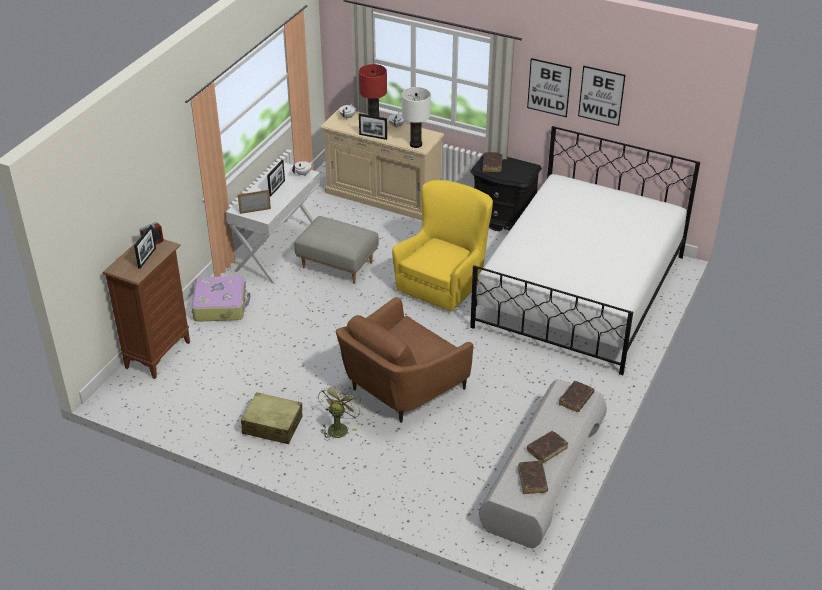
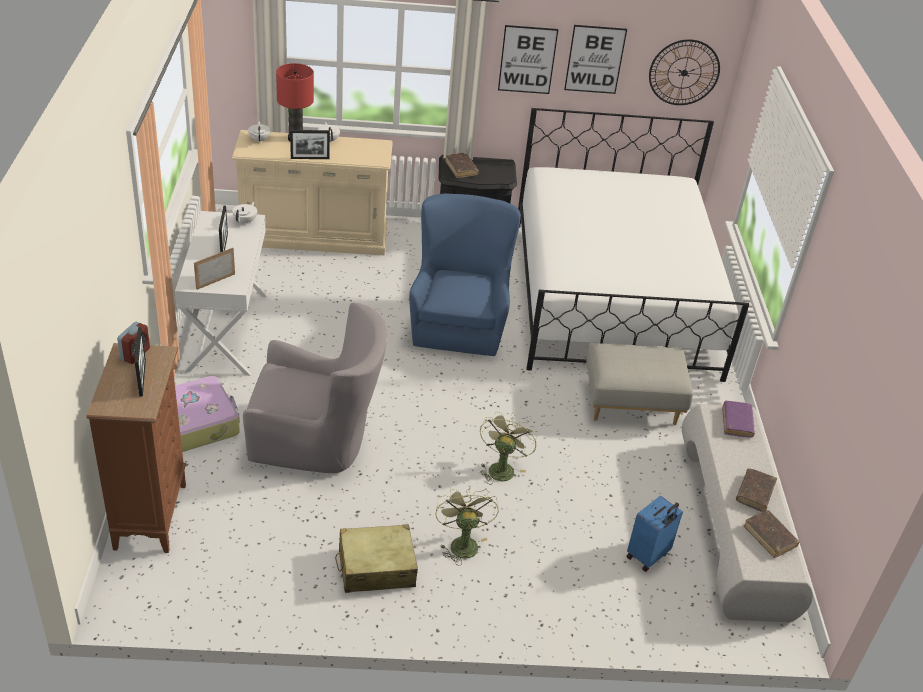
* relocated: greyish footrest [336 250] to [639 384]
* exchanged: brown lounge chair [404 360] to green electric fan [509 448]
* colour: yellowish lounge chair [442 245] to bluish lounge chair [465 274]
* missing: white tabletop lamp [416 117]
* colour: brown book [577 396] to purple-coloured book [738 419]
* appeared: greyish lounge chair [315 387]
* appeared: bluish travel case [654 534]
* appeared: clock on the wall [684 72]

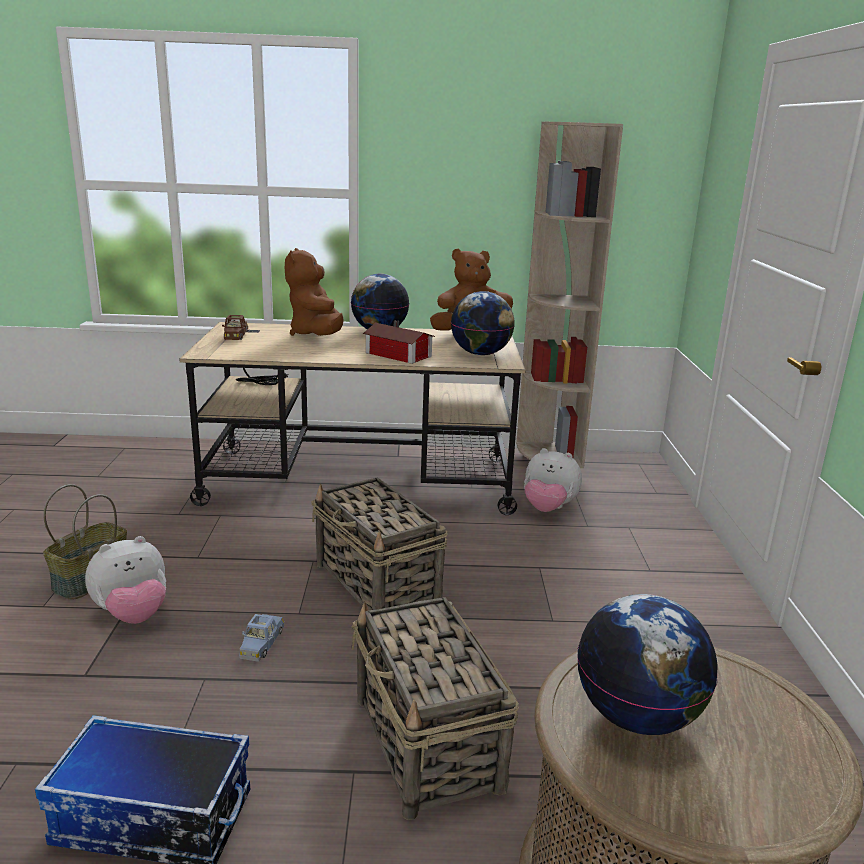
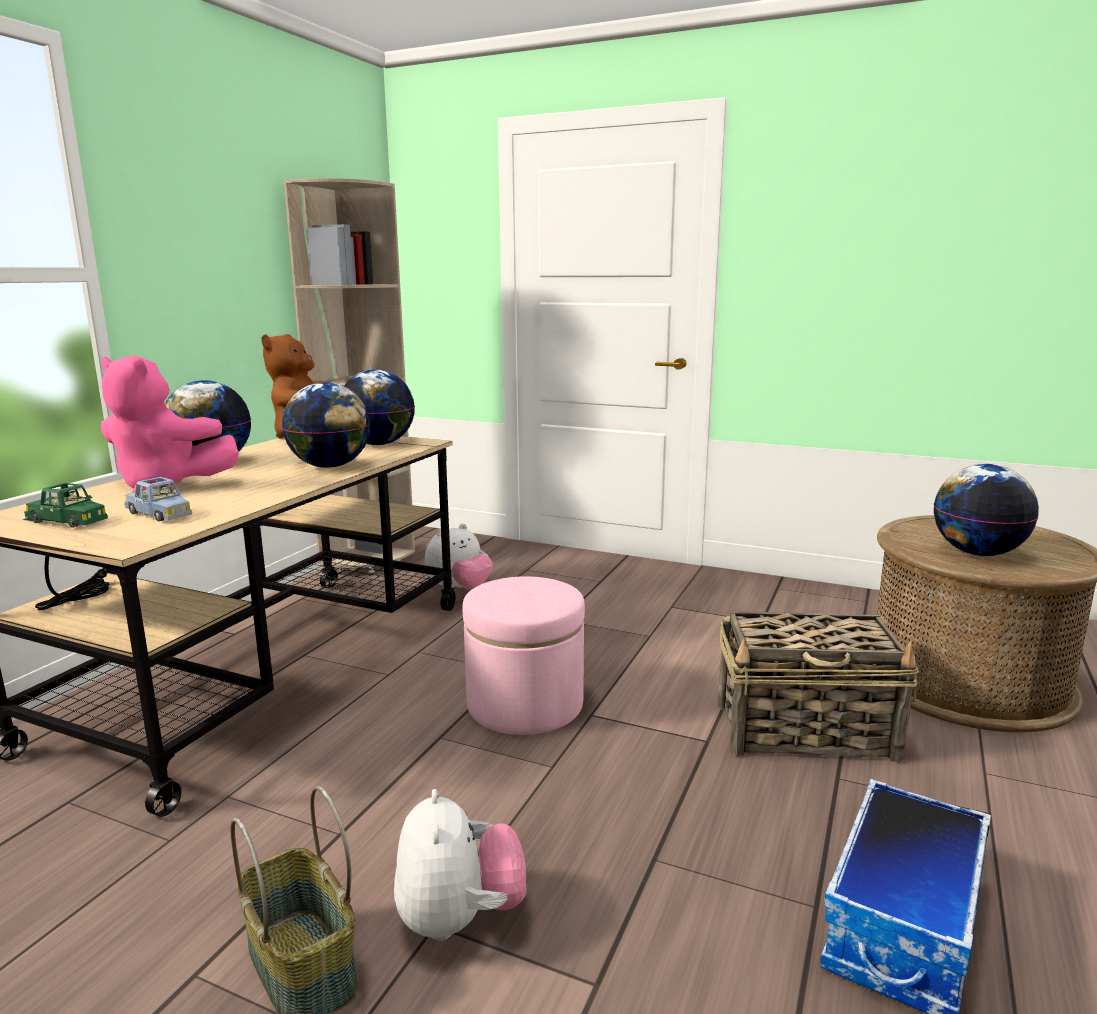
* colour: brown toy car [235 327] to green toy car [66 505]
* relocated: bluish toy car [262 638] to [158 499]
* colour: brown cuddly toy [314 292] to pinkish cuddly toy [170 424]
* exchanged: storage basket [379 543] to pinkish footrest [523 655]
* exchanged: toy house [399 342] to globe [326 425]

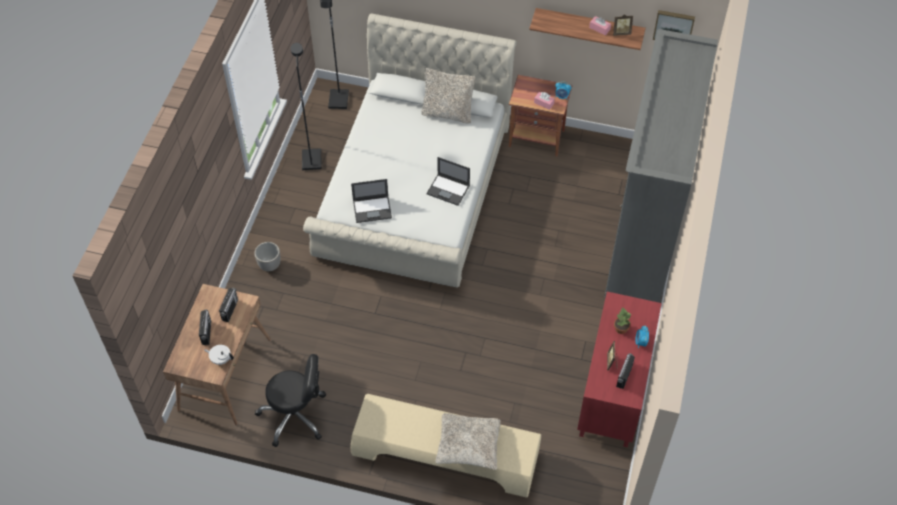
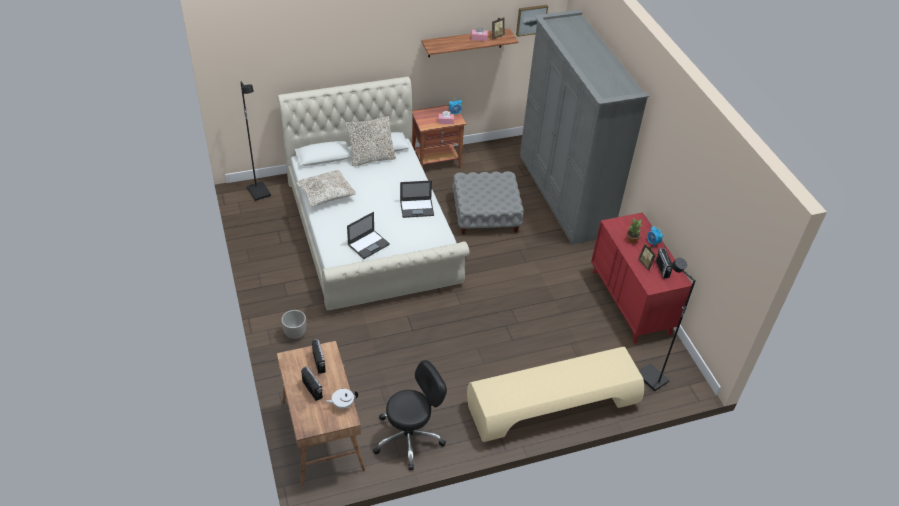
* relocated: black-coloured standard lamp [306 106] to [667 324]
* relocated: beige-coloured throw pillow [468 441] to [326 188]
* appeared: greyish footrest [488 202]

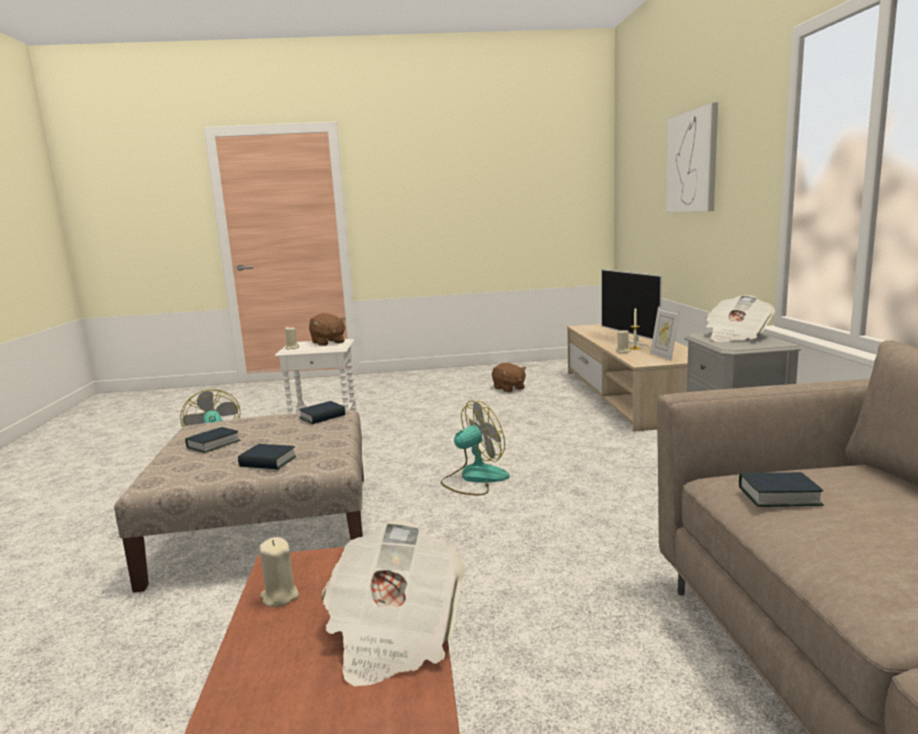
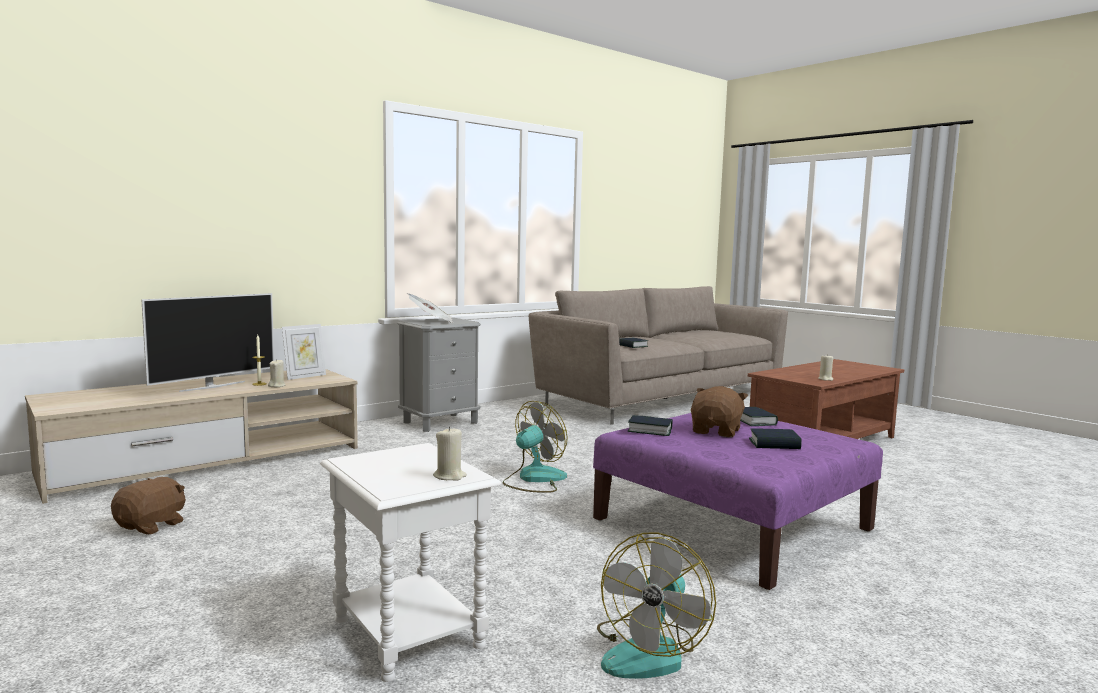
* colour: beige-coloured footrest [239 501] to purple-coloured footrest [738 501]
* relocated: brown cuddly toy [327 329] to [719 411]
* missing: printed paper [393 603]
* spun: electric fan [475 447] = [535 447] 105 degrees clockwise
* missing: wall art [692 157]

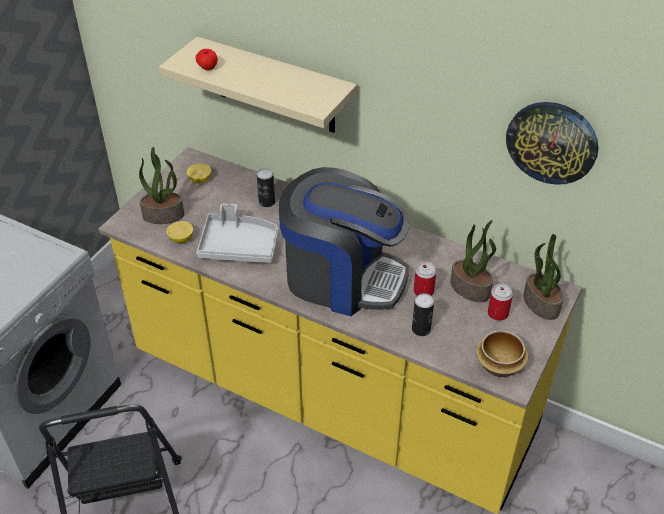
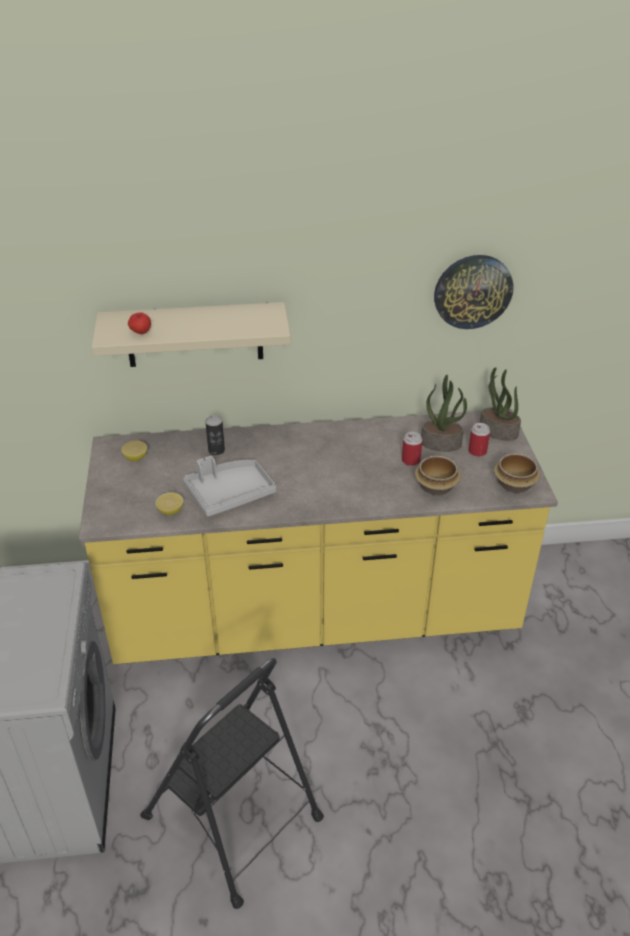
* missing: potted plant [161 185]
* missing: coffee machine [344 241]
* exchanged: can [423 314] to serving bowl [438 475]

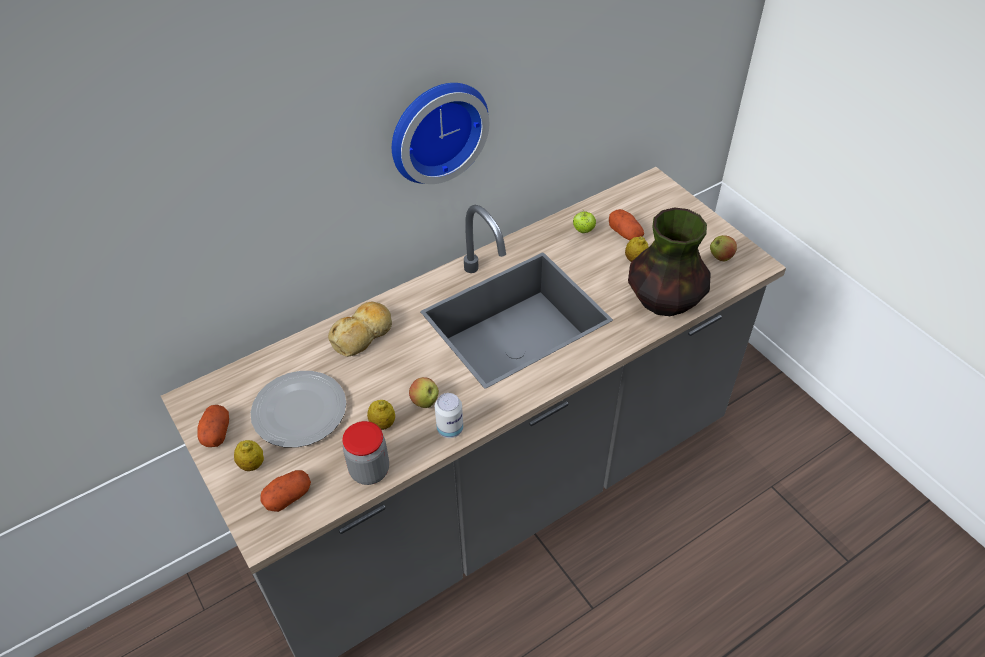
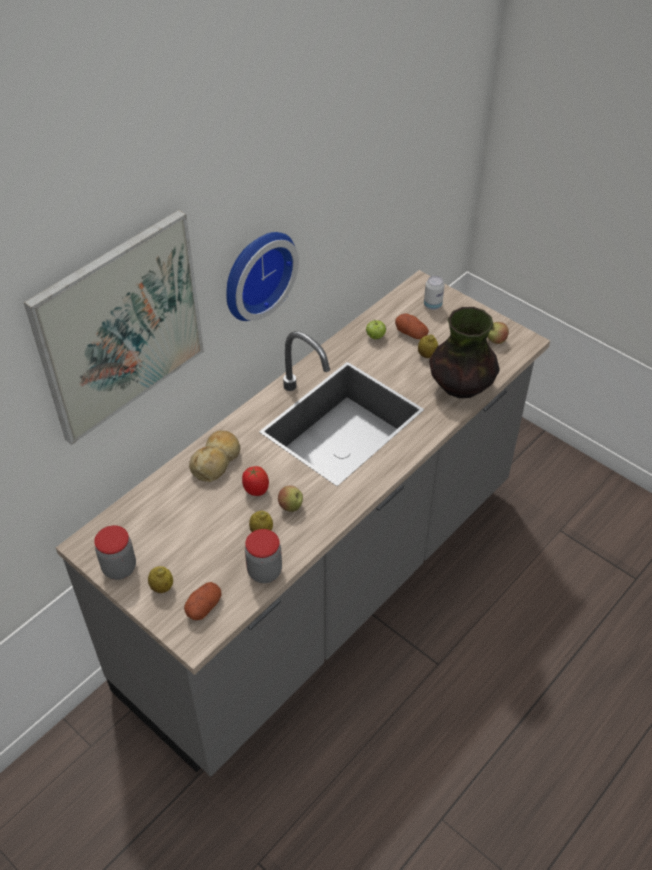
* exchanged: spud [213 426] to jar [115 552]
* missing: flat dish [298 409]
* relocated: can [449 415] to [434 293]
* appeared: wall art [114 327]
* appeared: fresh tomato [255 481]

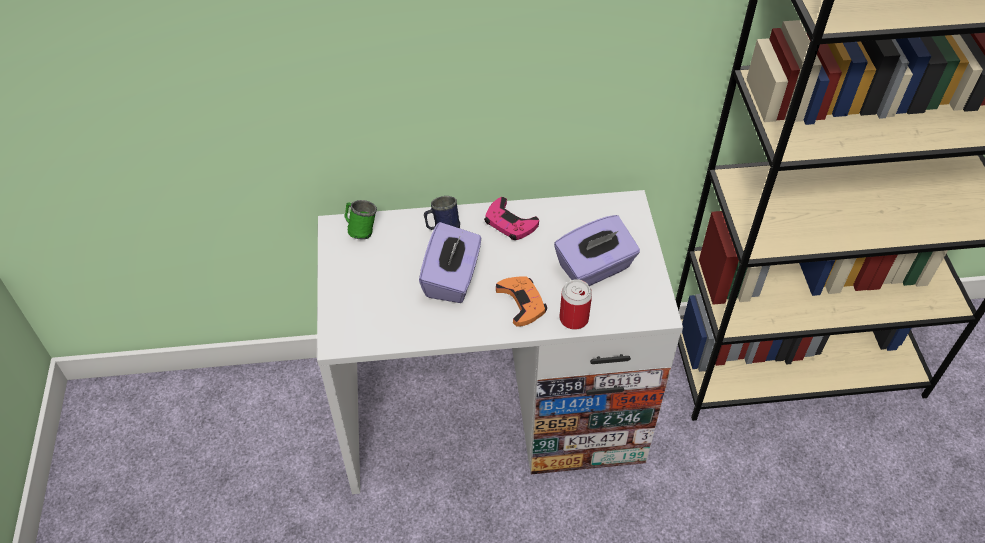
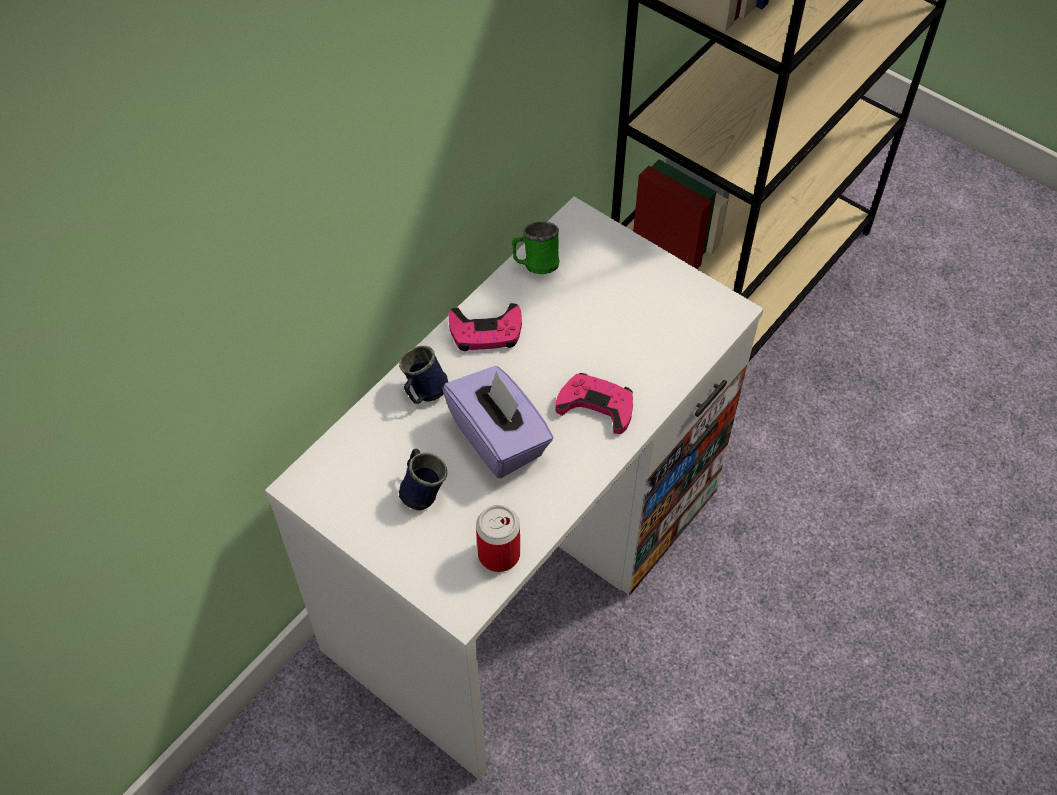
* relocated: green tea mug [361 220] to [536 247]
* colour: orangey joypad [521 301] to pinkish joypad [594 403]
* missing: purple-coloured tissue holder [597 250]
* relocated: can [575 304] to [498 538]
* appeared: bluish tea mug [423 479]

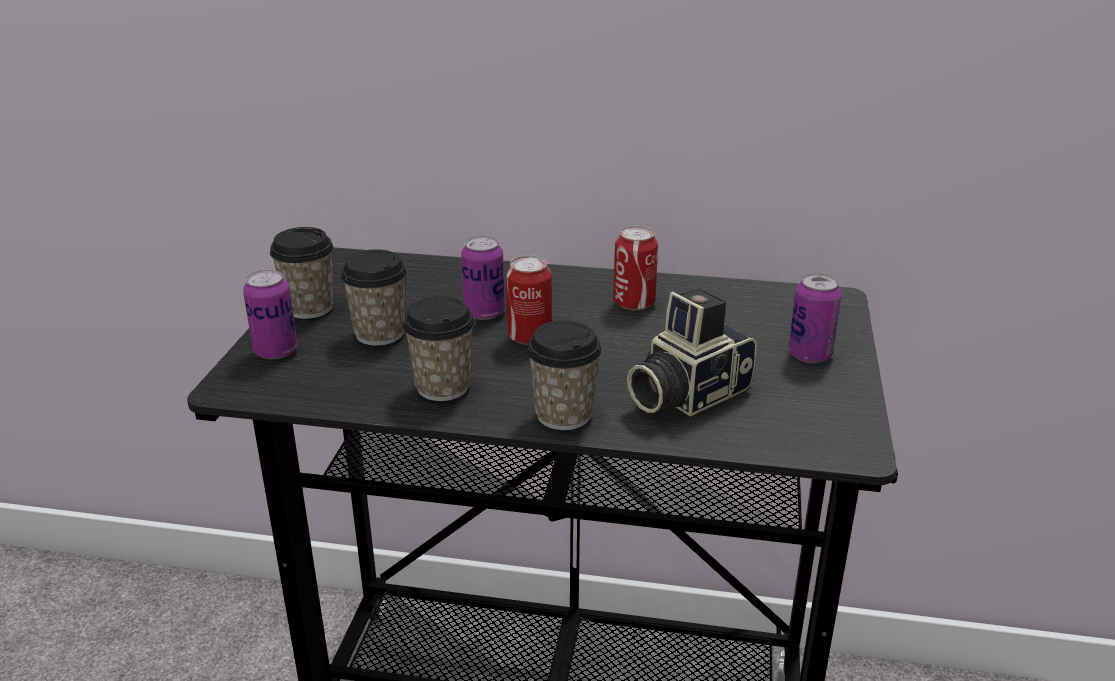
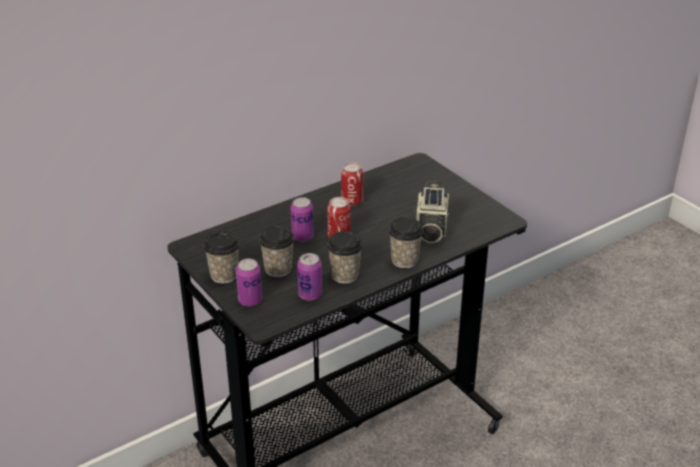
* relocated: can [815 318] to [309 277]

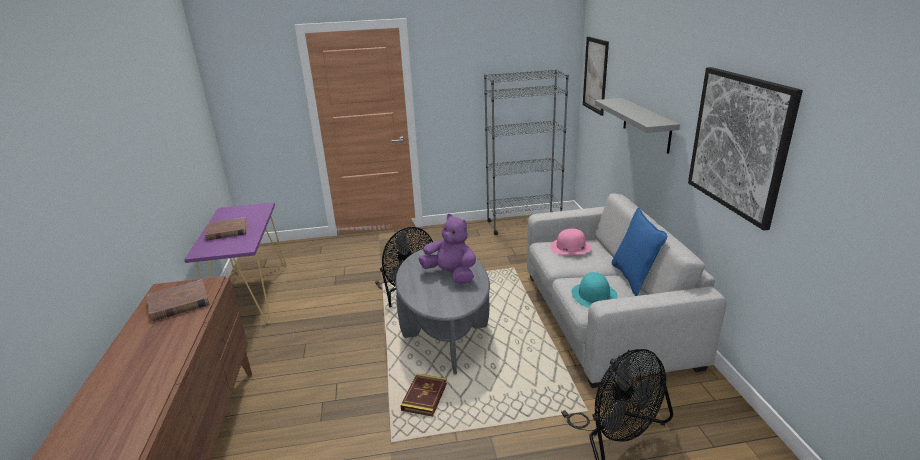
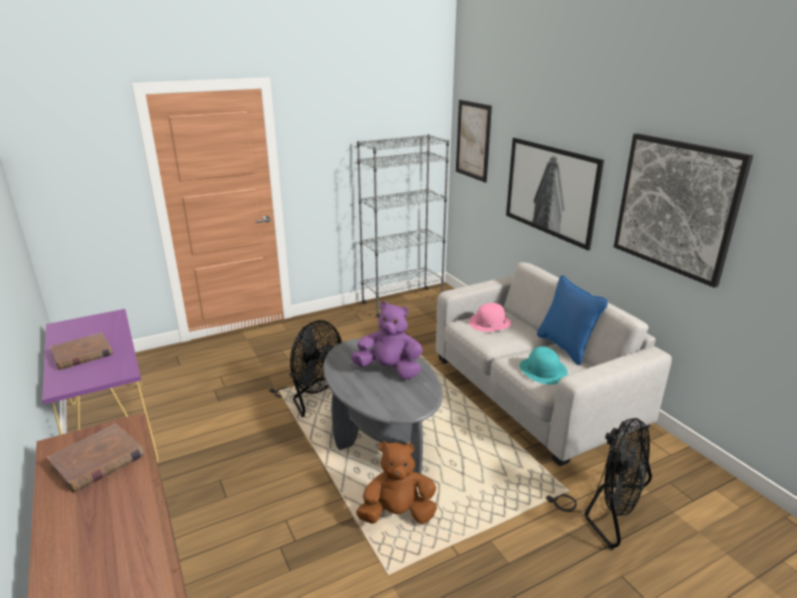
* exchanged: book [423 395] to brown cuddly toy [396 482]
* exchanged: greyish bracket shelf [637 126] to wall art [555 194]

